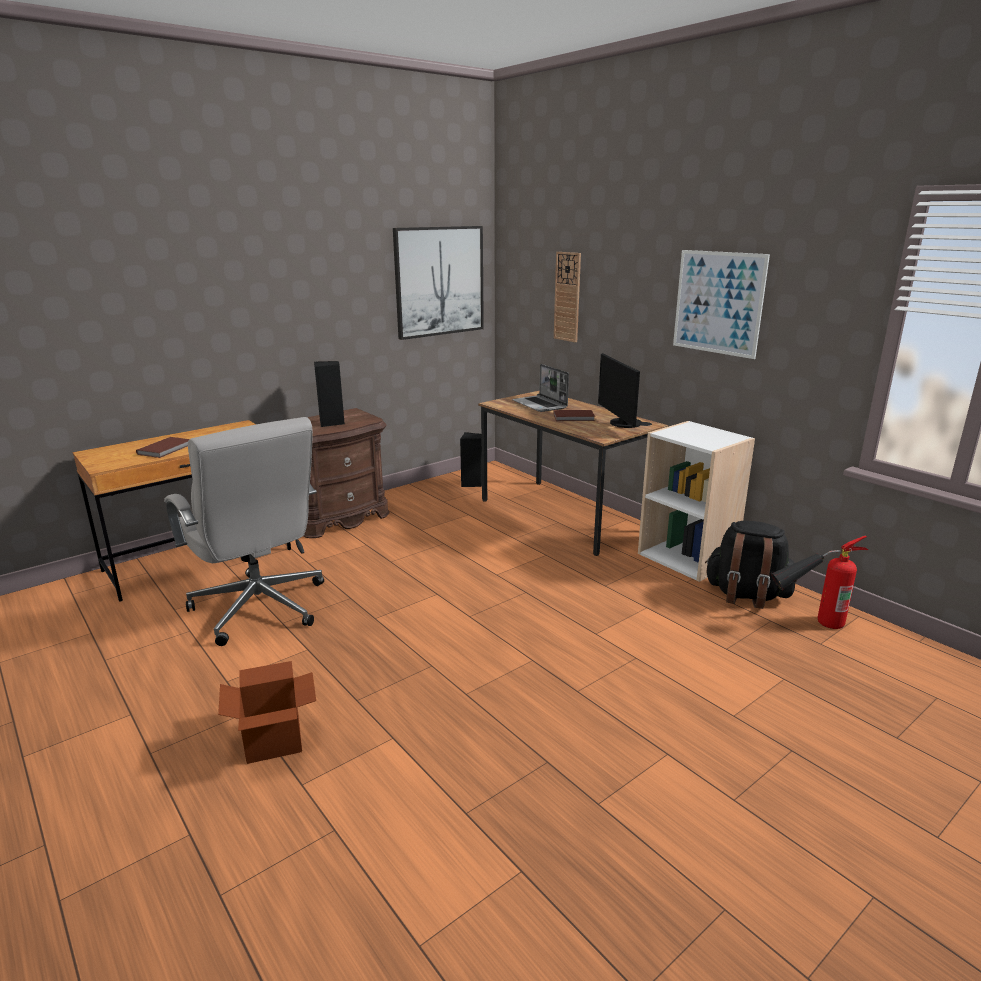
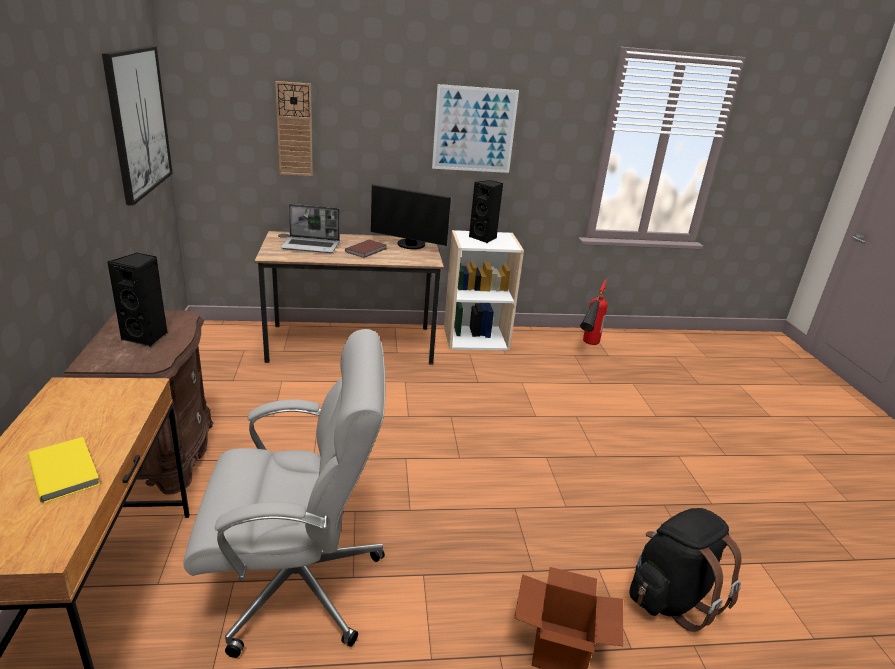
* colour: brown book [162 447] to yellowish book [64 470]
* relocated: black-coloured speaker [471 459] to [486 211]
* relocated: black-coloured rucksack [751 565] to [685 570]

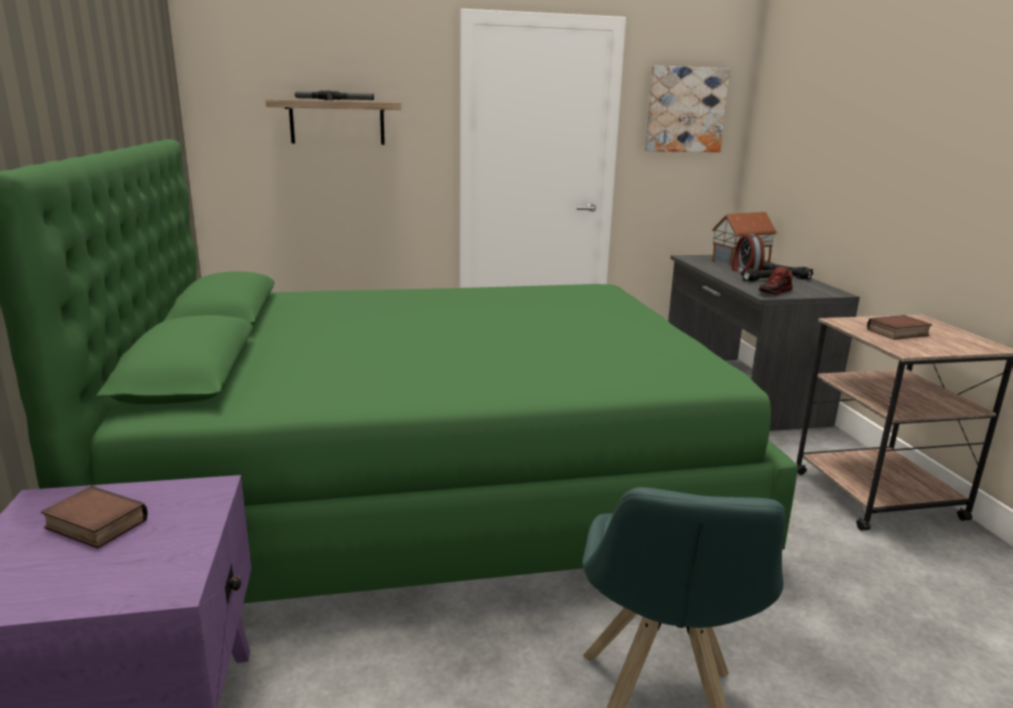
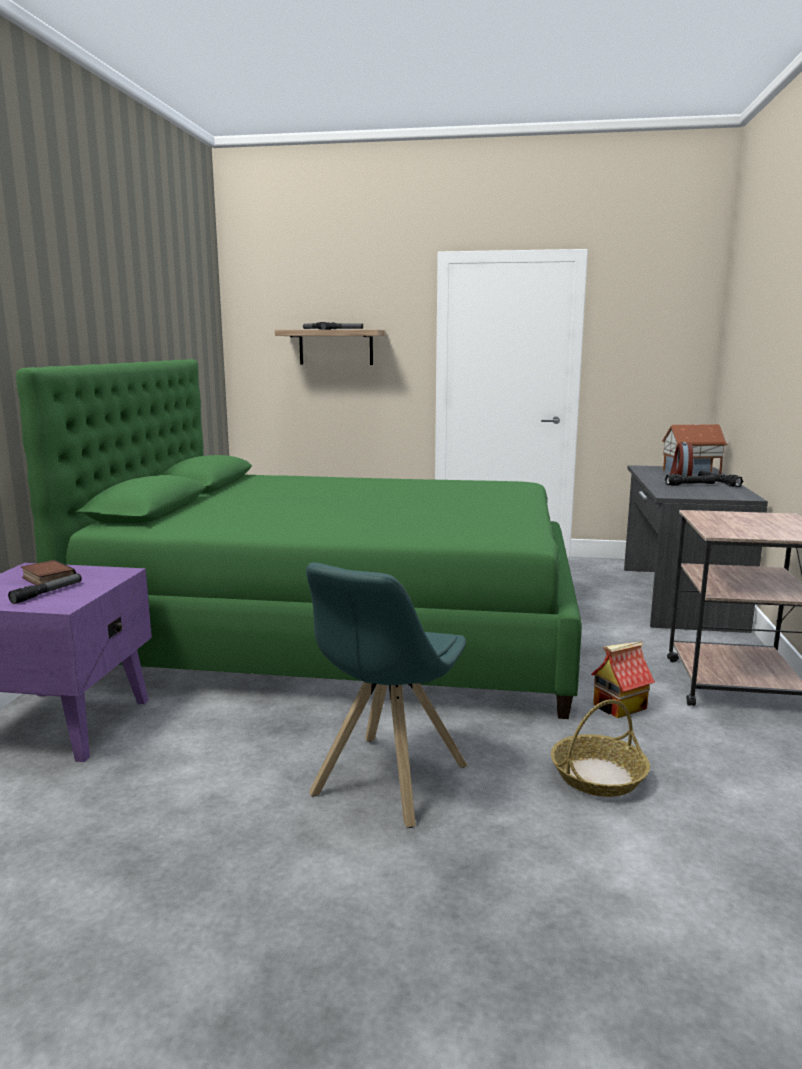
* missing: wall art [687 109]
* missing: item of footwear [775 281]
* missing: book [899 327]
* appeared: hand torch [45 588]
* appeared: storage basket [600 748]
* appeared: toy house [623 679]

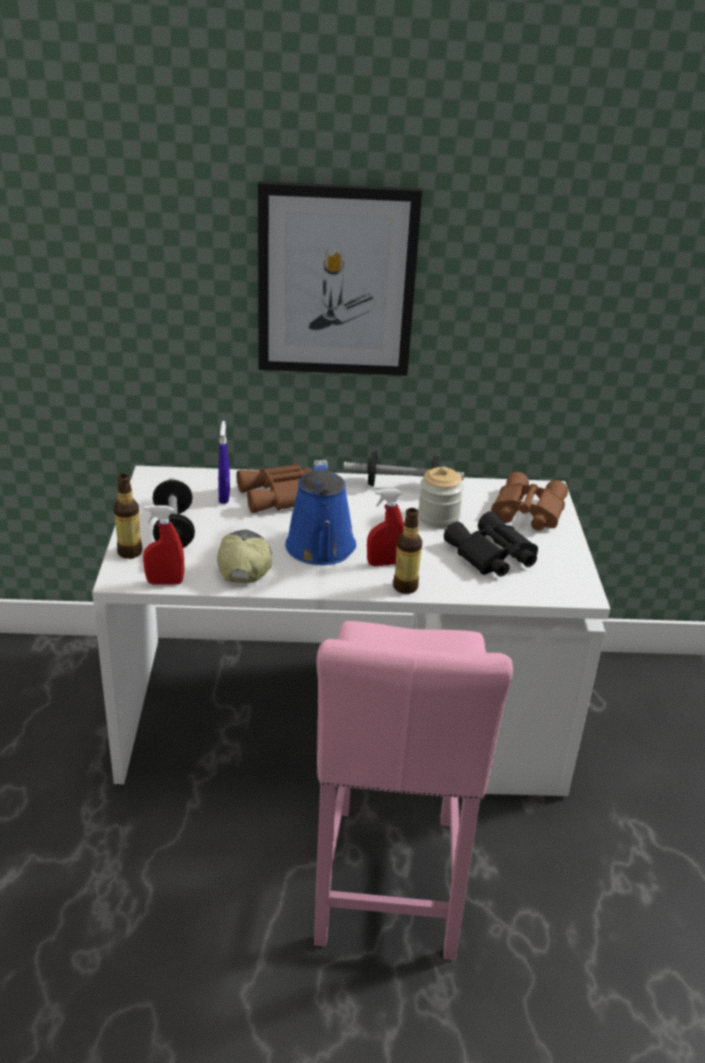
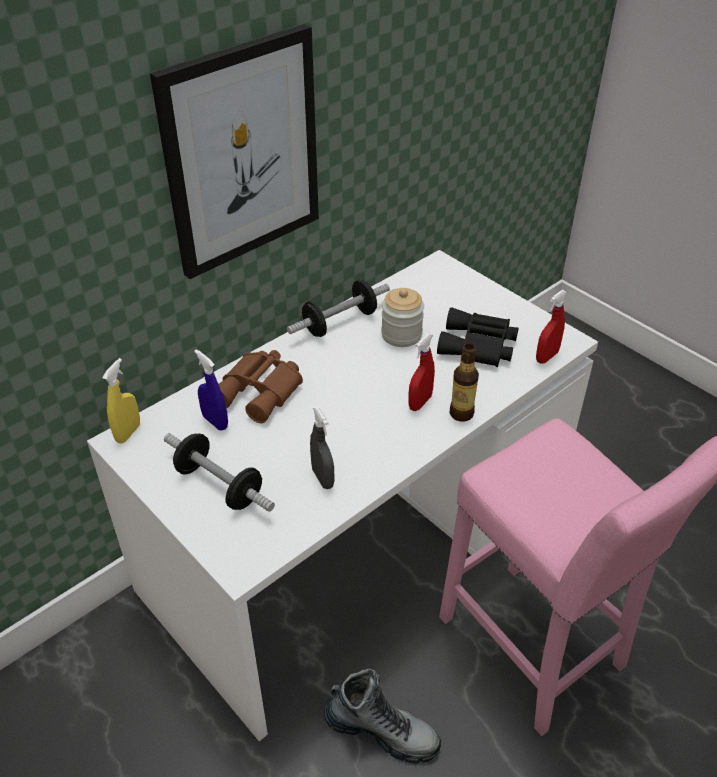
* missing: bottle [128 516]
* relocated: red sprayer [163 545] to [551 327]
* exchanged: baseball cap [244 556] to greyish sprayer [322 447]
* missing: bluish sprinkling can [320 512]
* missing: brown pair of binoculars [529 501]
* appeared: yellowish sprayer [121 400]
* appeared: high-top boot [382 716]

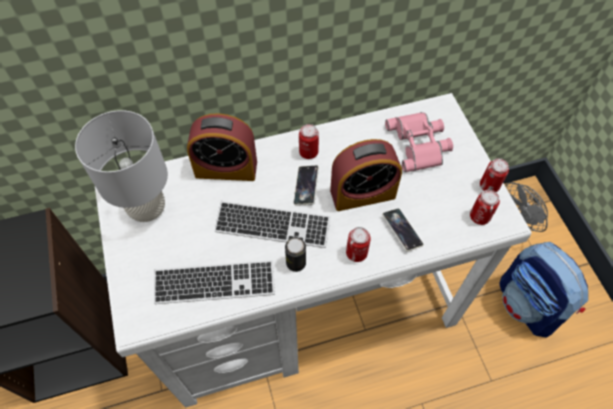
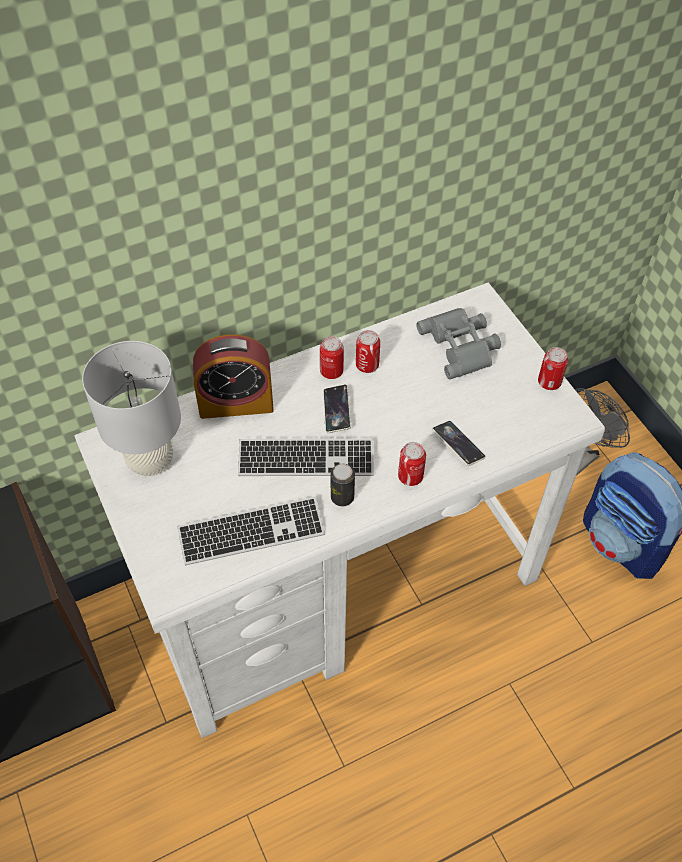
* missing: table clock [366 175]
* colour: pinkish pair of binoculars [419 142] to greyish pair of binoculars [458 343]
* relocated: can [485 207] to [368 351]

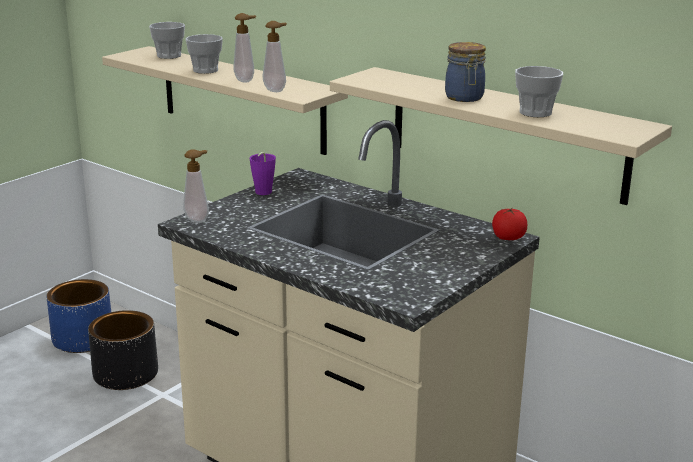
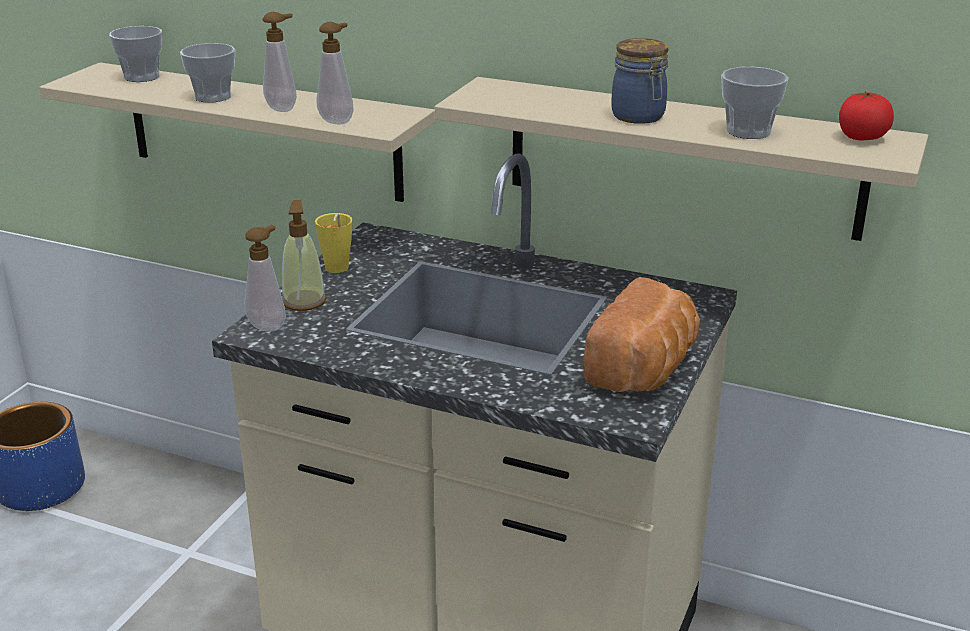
* missing: black-coloured planter [123 350]
* colour: purple-coloured drinking cup [263 173] to yellowish drinking cup [334 243]
* relocated: fresh tomato [509 224] to [866 115]
* appeared: soap bottle [304 255]
* appeared: bakery bread [641 334]

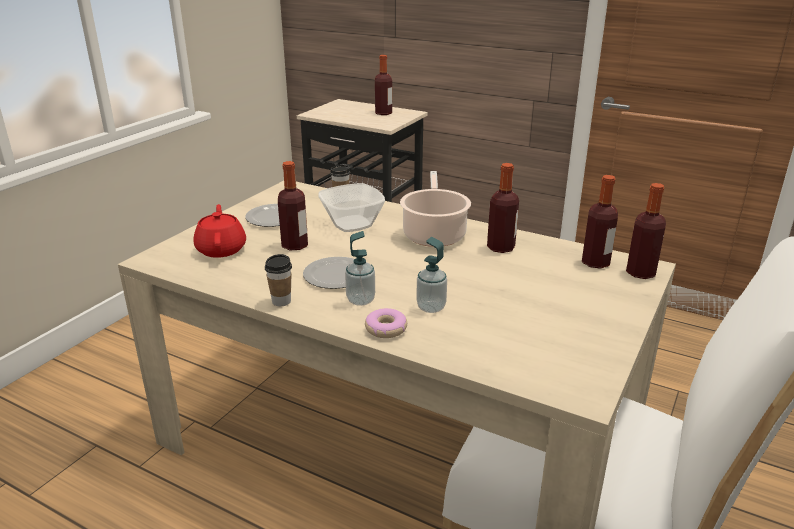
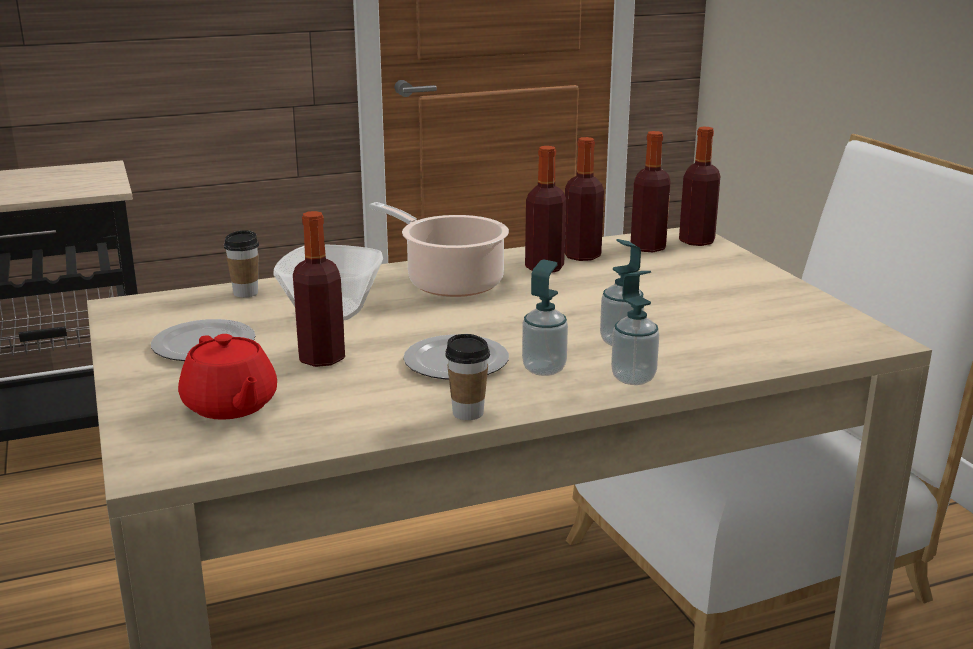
* spun: red tea pot [219 231] = [227 377] 150 degrees counterclockwise
* exchanged: donut [386 323] to soap bottle [635 328]
* relocated: bottle [383 85] to [584 199]

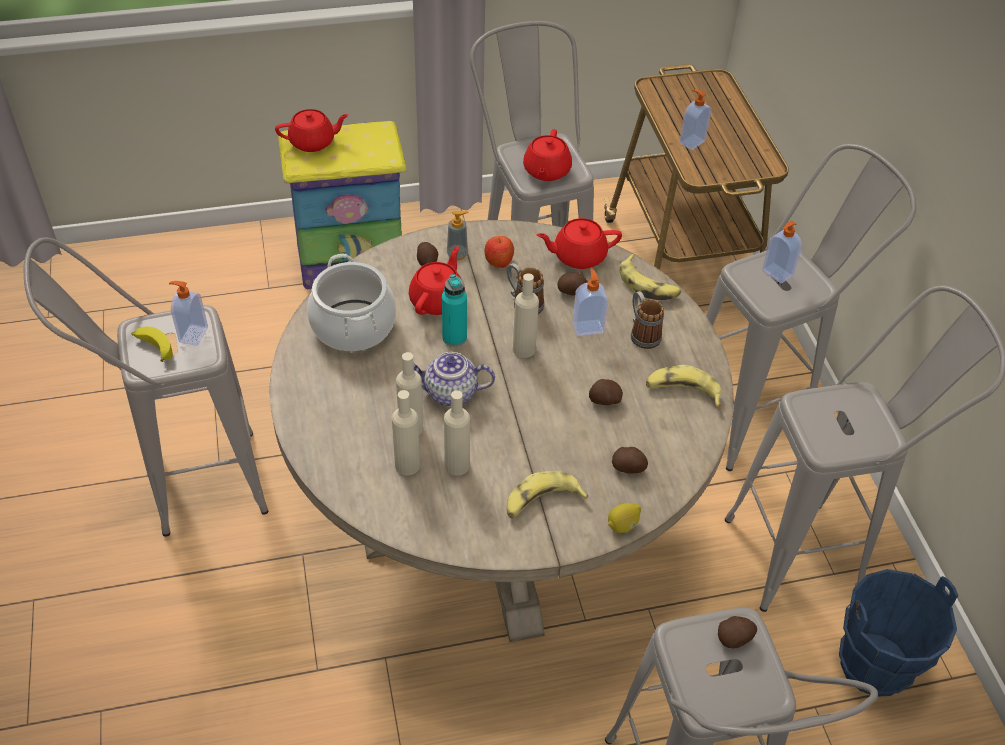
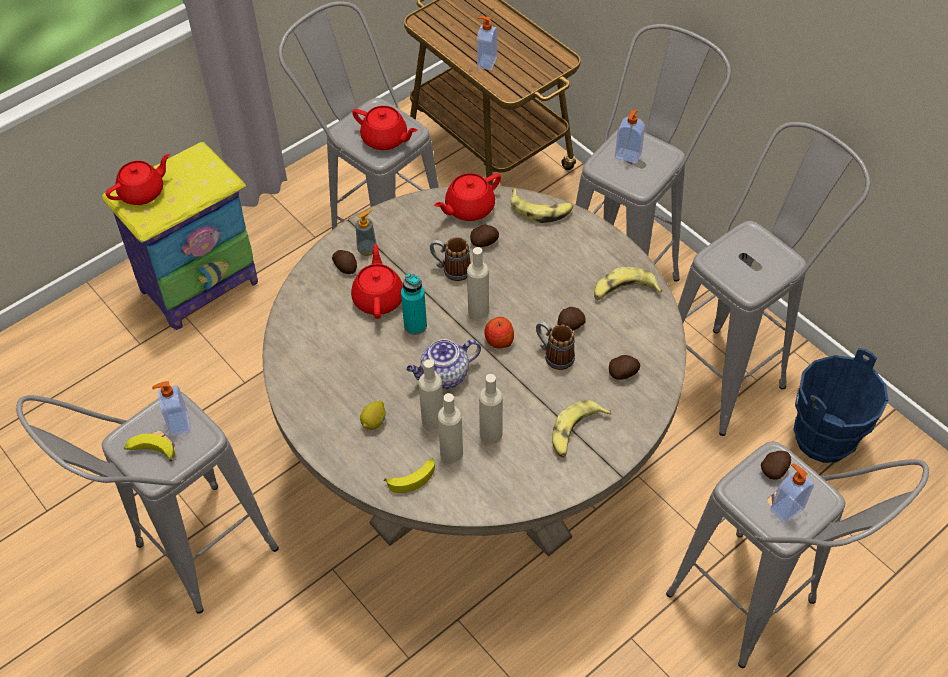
* missing: saucepot [351 302]
* relocated: apple [499 252] to [499 332]
* spun: red tea pot [547 155] = [385 128] 45 degrees counterclockwise
* relocated: soap bottle [590 302] to [792 494]
* relocated: citrus fruit [624 518] to [373 415]
* relocated: tea mug [647 320] to [555 345]
* appeared: banana [409 475]

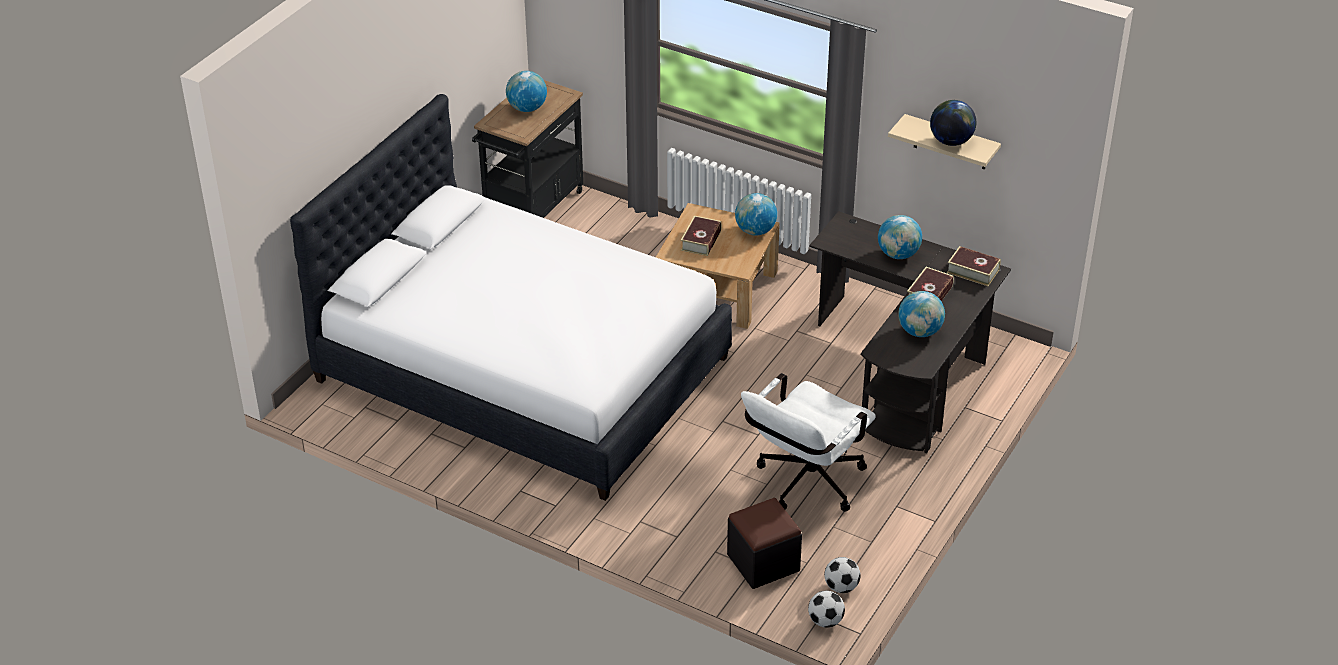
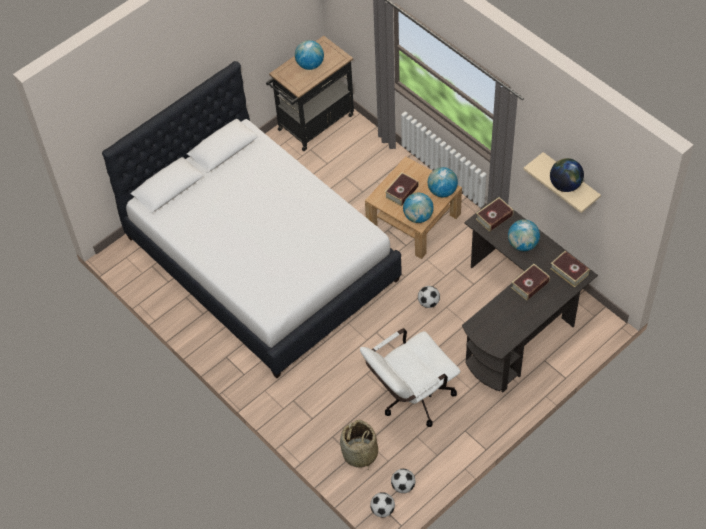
* exchanged: black-coloured footrest [764 543] to storage basket [359 444]
* relocated: globe [921 314] to [418 208]
* appeared: football [429 297]
* appeared: book [495 214]

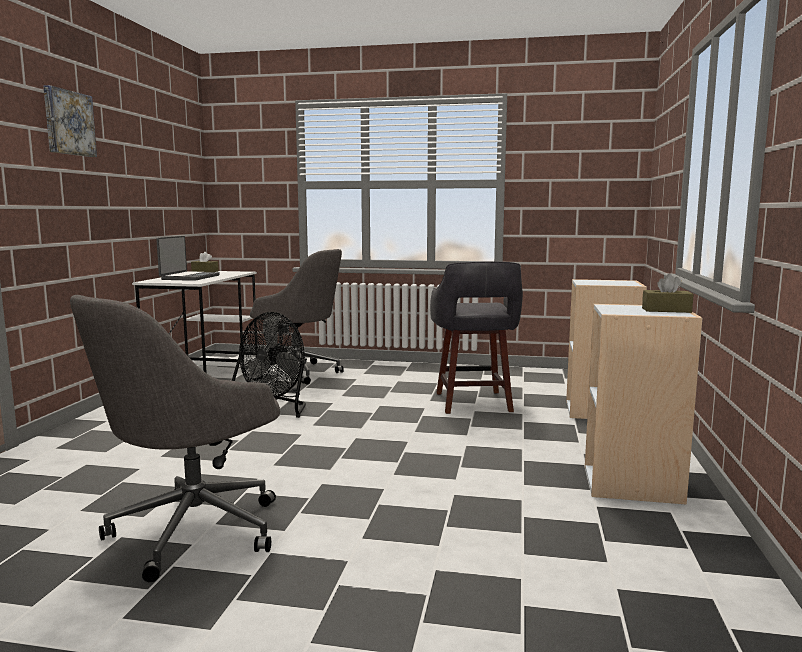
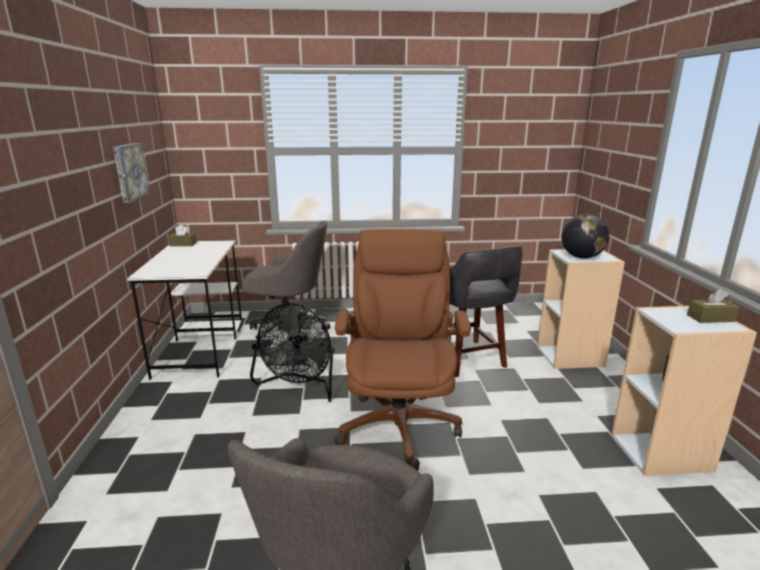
* relocated: wall art [70 121] to [131 173]
* missing: laptop [188 258]
* appeared: brown office chair [402 350]
* appeared: globe [585 236]

